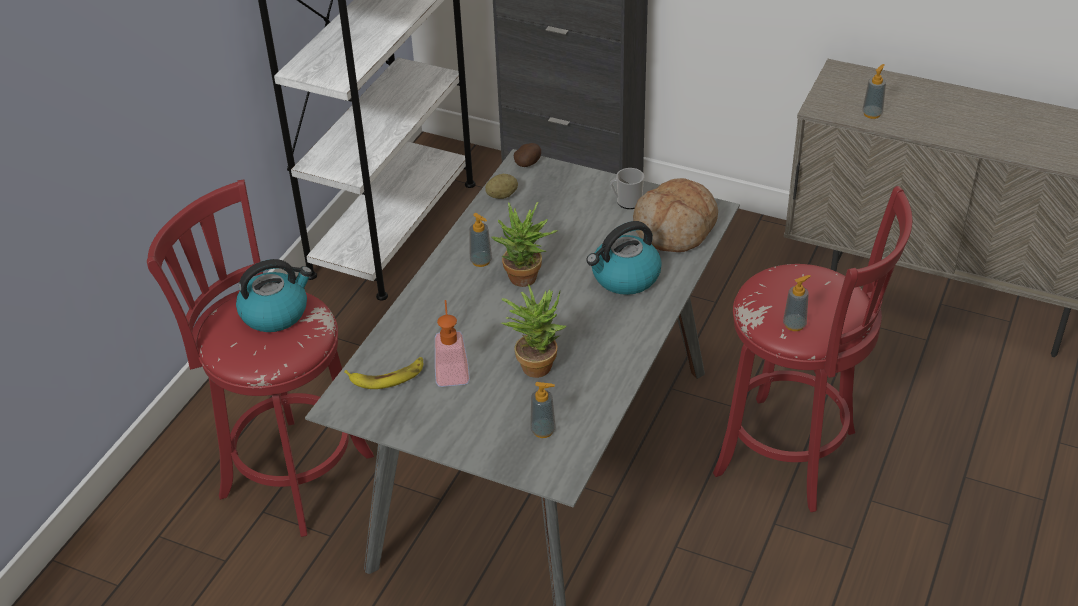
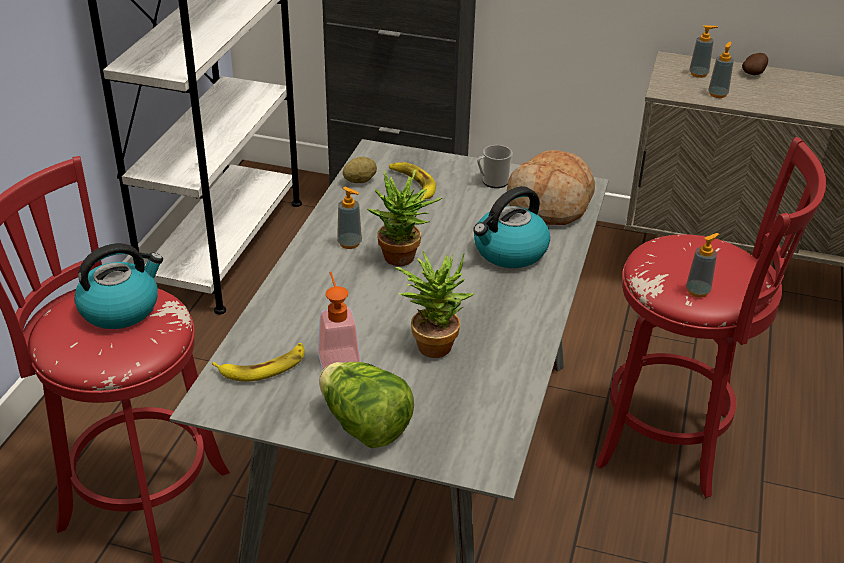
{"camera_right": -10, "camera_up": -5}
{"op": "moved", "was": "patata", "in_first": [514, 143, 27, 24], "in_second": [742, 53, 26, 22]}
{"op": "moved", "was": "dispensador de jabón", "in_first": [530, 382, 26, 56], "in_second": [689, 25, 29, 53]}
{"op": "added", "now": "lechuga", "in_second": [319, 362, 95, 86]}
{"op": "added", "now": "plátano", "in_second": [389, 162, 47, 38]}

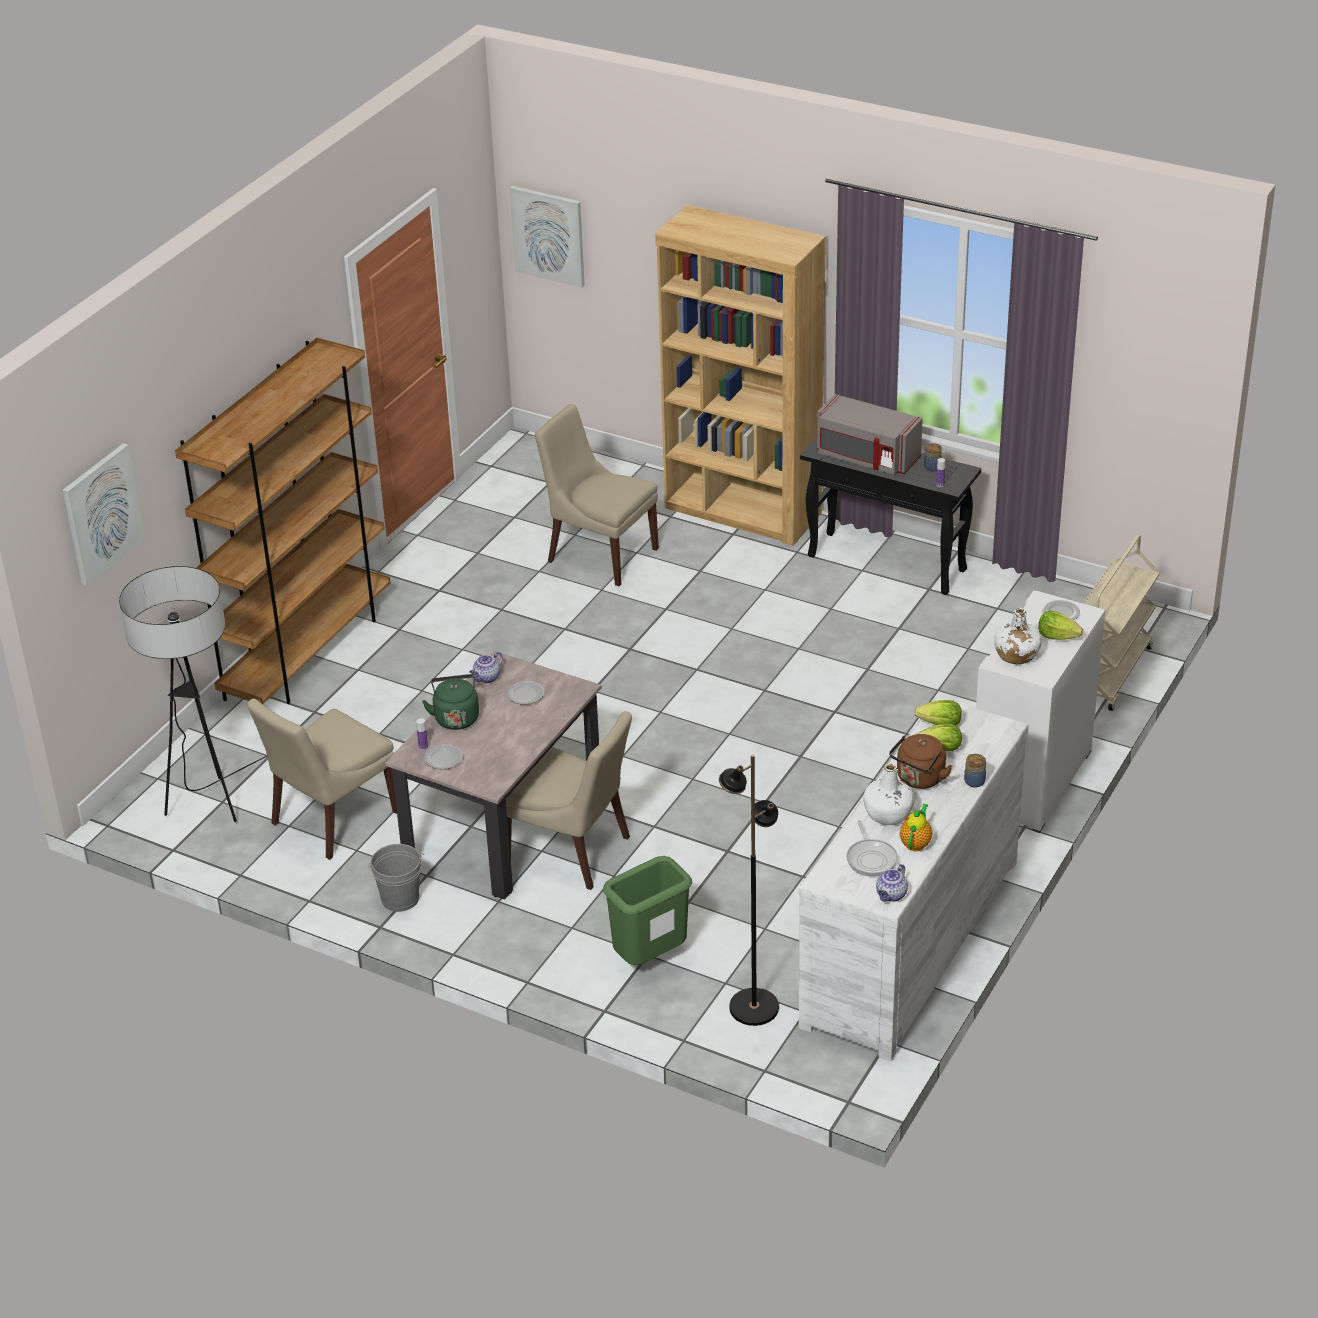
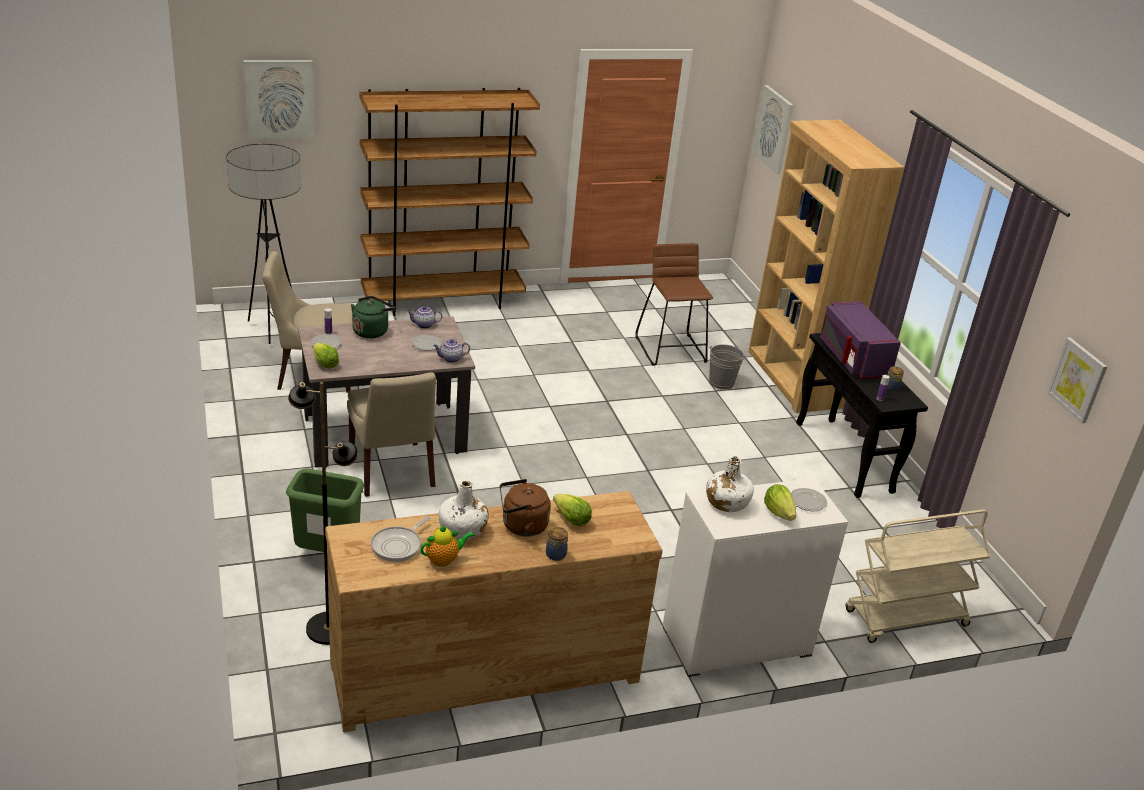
{"camera_right": 40, "camera_up": -5}
{"op": "moved", "was": "cubo [gris]", "in_first": [368, 844, 56, 68], "in_second": [708, 344, 37, 46]}
{"op": "replaced", "was": "silla [beis]", "now": "taburete [marrón]", "in_first": [535, 404, 124, 182], "in_second": [635, 243, 78, 123]}
{"op": "recoloured", "was": "cómoda [blanco]", "now": "cómoda [marrón]", "in_first": [799, 697, 230, 364], "in_second": [325, 491, 338, 241]}
{"op": "recoloured", "was": "microondas [gris]", "now": "microondas [morado]", "in_first": [817, 394, 106, 81], "in_second": [820, 301, 81, 78]}
{"op": "moved", "was": "tetera", "in_first": [876, 864, 32, 38], "in_second": [434, 339, 36, 24]}
{"op": "moved", "was": "lechuga", "in_first": [914, 700, 48, 26], "in_second": [313, 343, 26, 26]}
{"op": "added", "now": "cuadro", "in_second": [1047, 337, 60, 86]}

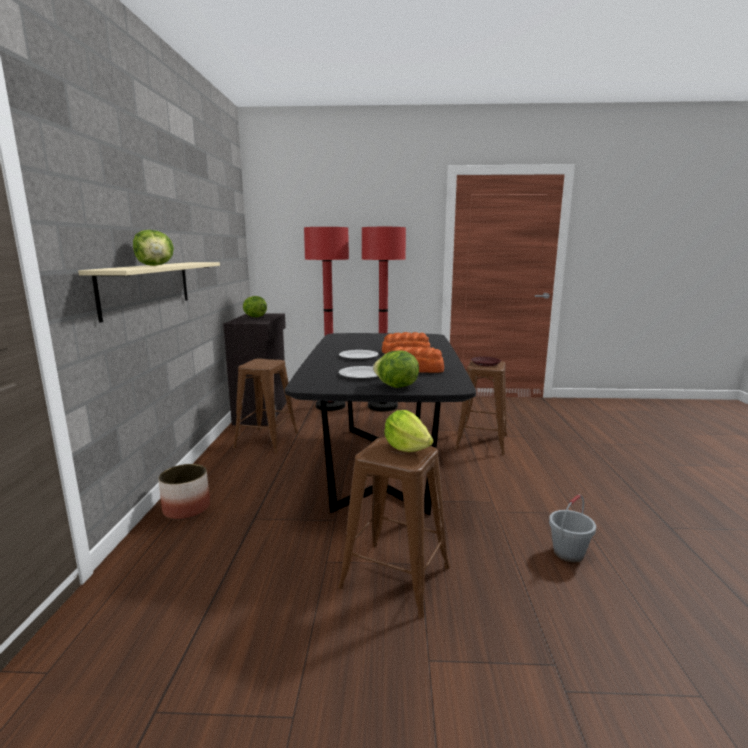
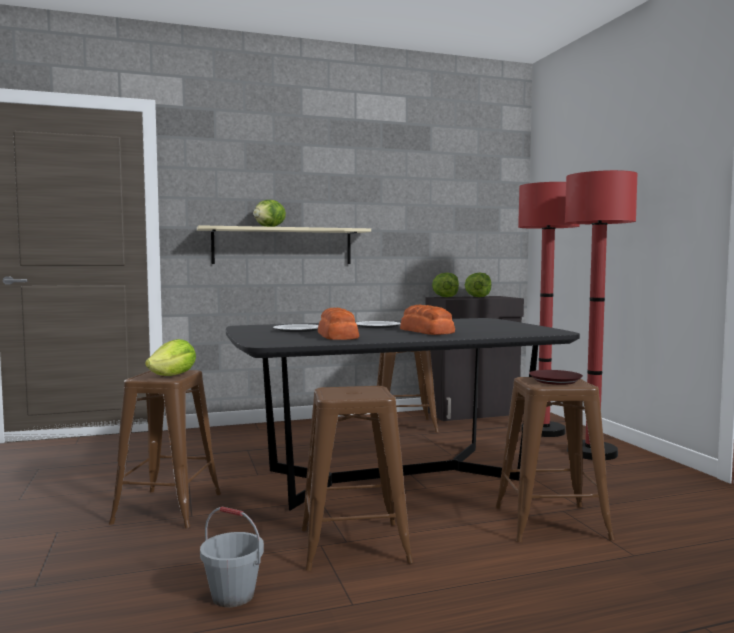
{"camera_right": 70, "camera_up": -10}
{"op": "removed", "was": "maceta", "in_first": [158, 464, 52, 56]}
{"op": "moved", "was": "lechuga", "in_first": [373, 350, 46, 38], "in_second": [432, 273, 27, 24]}
{"op": "added", "now": "taburete [marrón]", "in_second": [301, 386, 112, 185]}

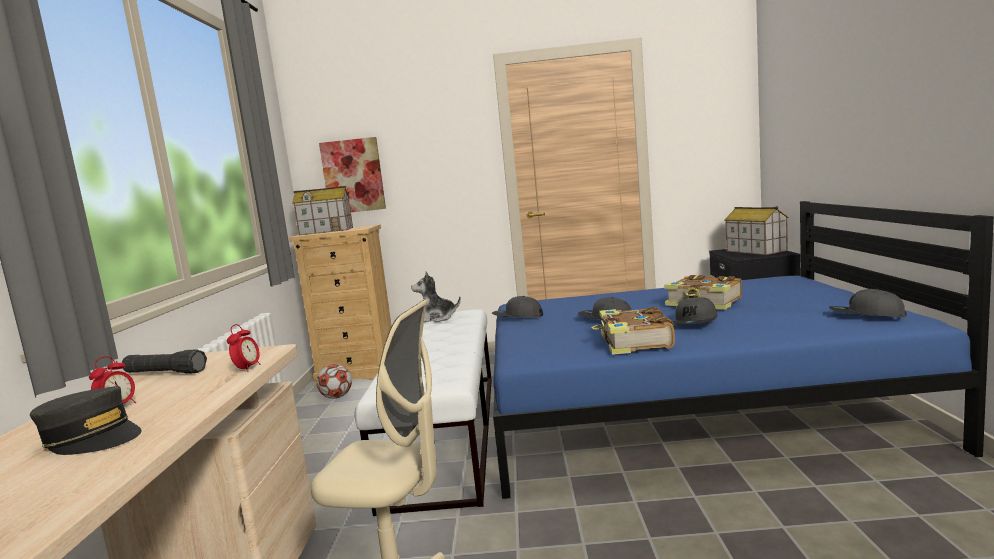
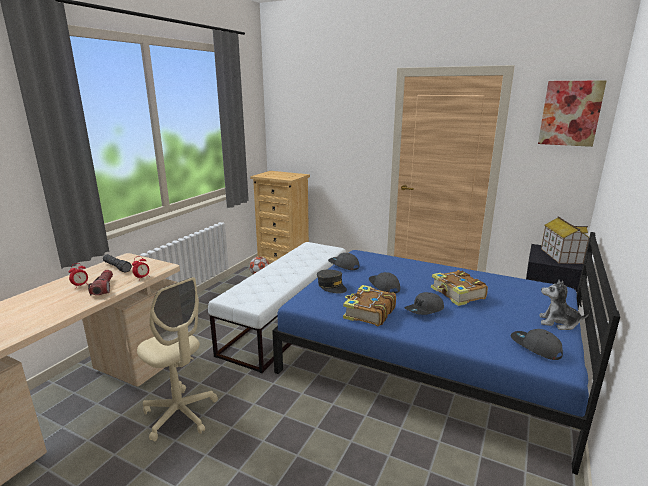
{"camera_right": 25, "camera_up": 10}
{"op": "moved", "was": "gorra [gris]", "in_first": [30, 386, 111, 69], "in_second": [317, 270, 30, 24]}
{"op": "removed", "was": "casita", "in_first": [292, 186, 61, 49]}
{"op": "moved", "was": "cuadro", "in_first": [319, 137, 67, 75], "in_second": [538, 80, 69, 67]}
{"op": "moved", "was": "peluche", "in_first": [411, 272, 50, 50], "in_second": [540, 280, 50, 50]}
{"op": "added", "now": "linterna", "in_second": [88, 270, 25, 25]}

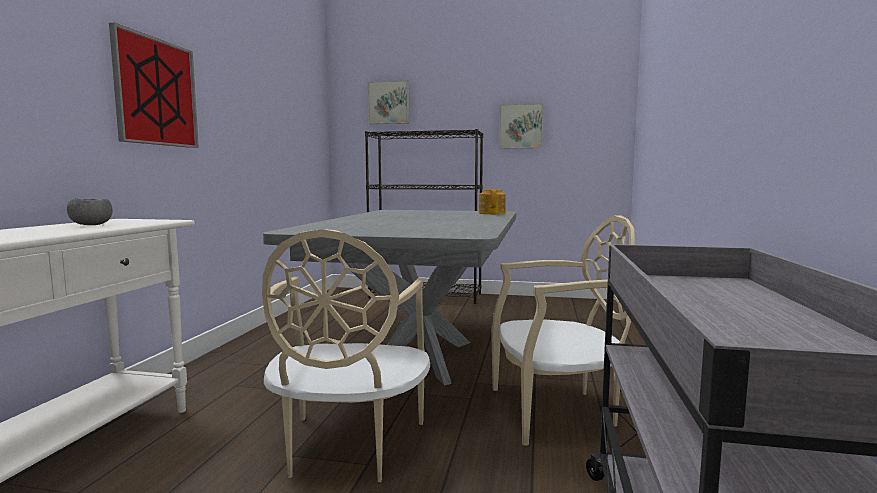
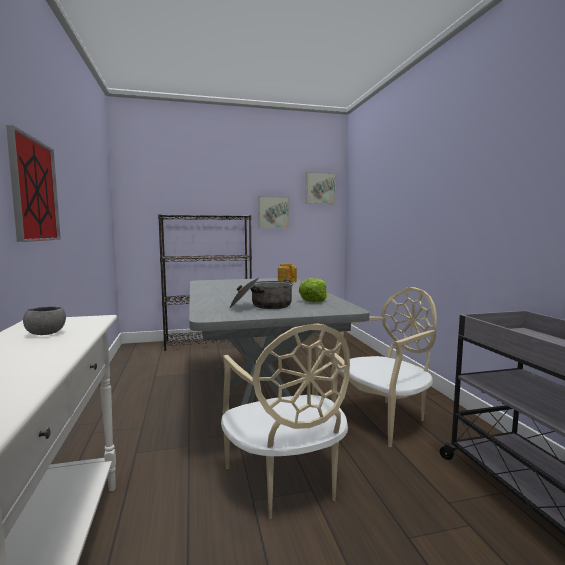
{"camera_right": -25, "camera_up": 0}
{"op": "moved", "was": "cuadro", "in_first": [368, 80, 41, 44], "in_second": [305, 172, 31, 32]}
{"op": "added", "now": "olla", "in_second": [229, 278, 64, 31]}
{"op": "added", "now": "lechuga", "in_second": [299, 278, 28, 24]}

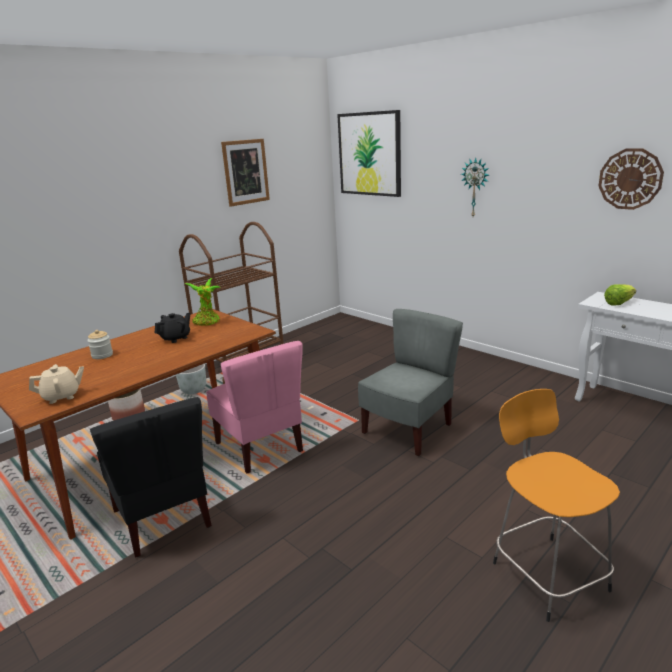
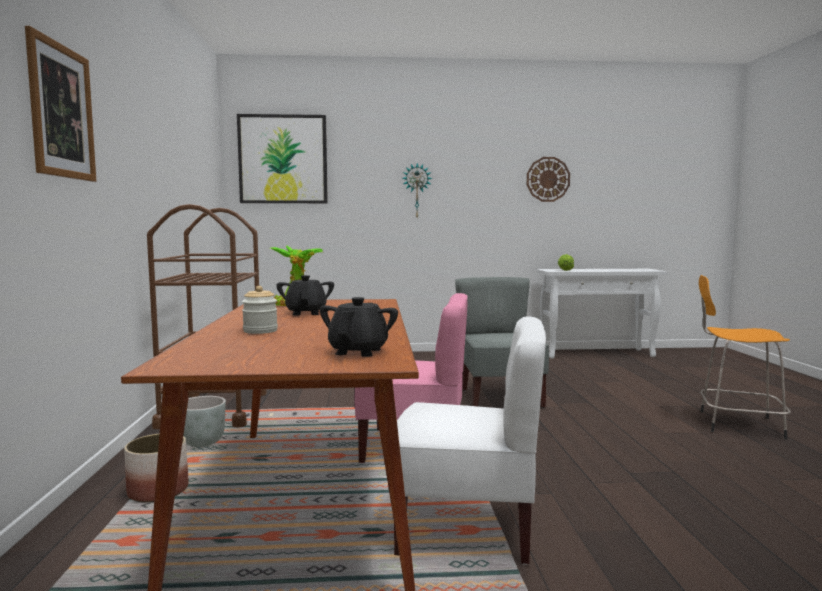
{"camera_right": -50, "camera_up": -15}
{"op": "recoloured", "was": "tetera [beis]", "now": "tetera [negro]", "in_first": [29, 364, 55, 40], "in_second": [320, 297, 78, 60]}
{"op": "recoloured", "was": "silla [negro]", "now": "silla [blanco]", "in_first": [90, 397, 122, 161], "in_second": [394, 317, 152, 248]}
{"op": "moved", "was": "cuadro", "in_first": [221, 139, 49, 68], "in_second": [25, 26, 71, 156]}

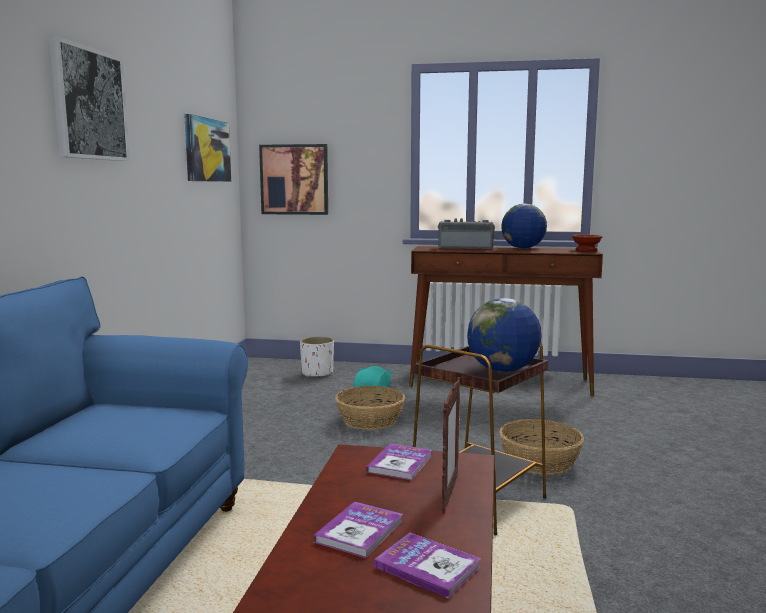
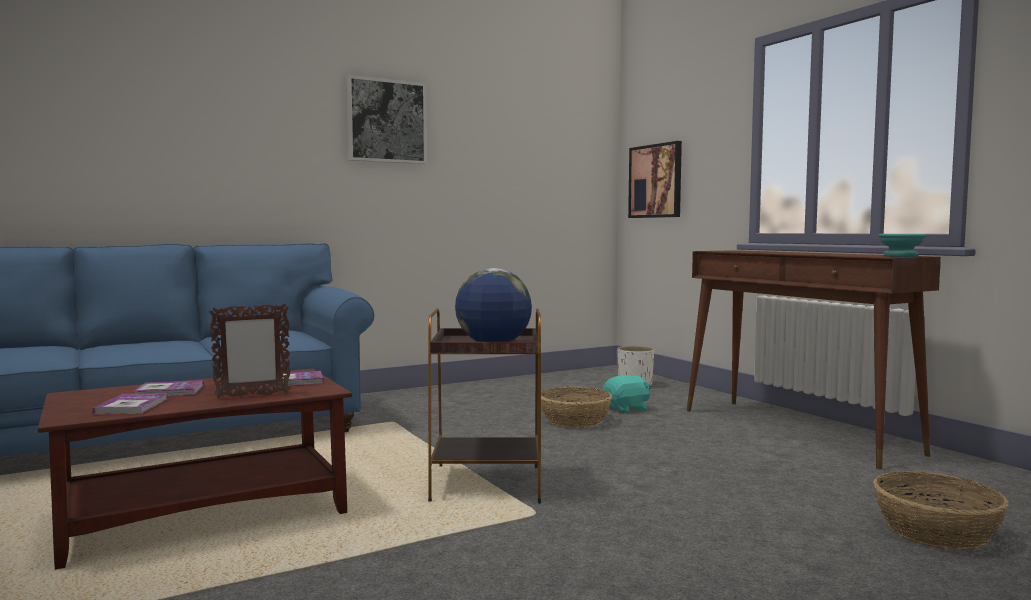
{"camera_right": 50, "camera_up": -5}
{"op": "removed", "was": "cuadro", "in_first": [184, 114, 47, 68]}
{"op": "removed", "was": "radio", "in_first": [438, 218, 57, 32]}
{"op": "moved", "was": "cesta", "in_first": [499, 419, 85, 56], "in_second": [873, 471, 136, 79]}
{"op": "removed", "was": "globo terráqueo", "in_first": [501, 204, 46, 45]}
{"op": "recoloured", "was": "cuenco [marrón]", "now": "cuenco [turquesa]", "in_first": [572, 235, 30, 17], "in_second": [878, 234, 48, 23]}

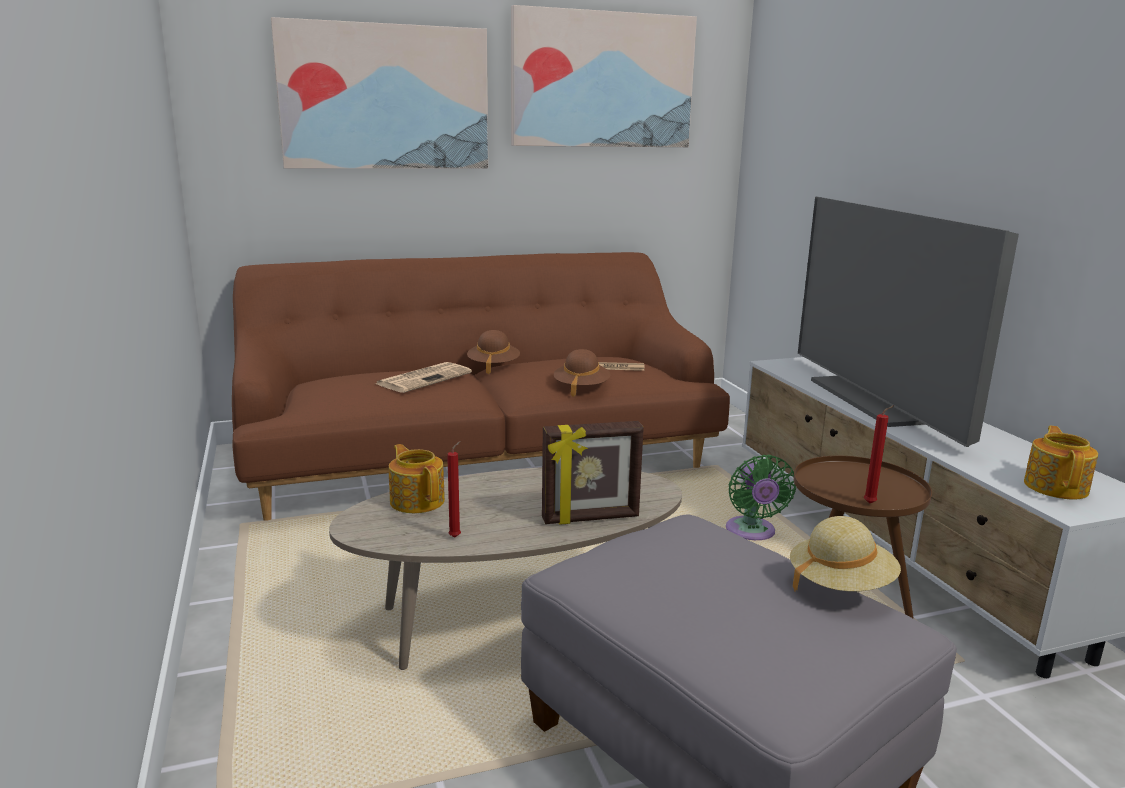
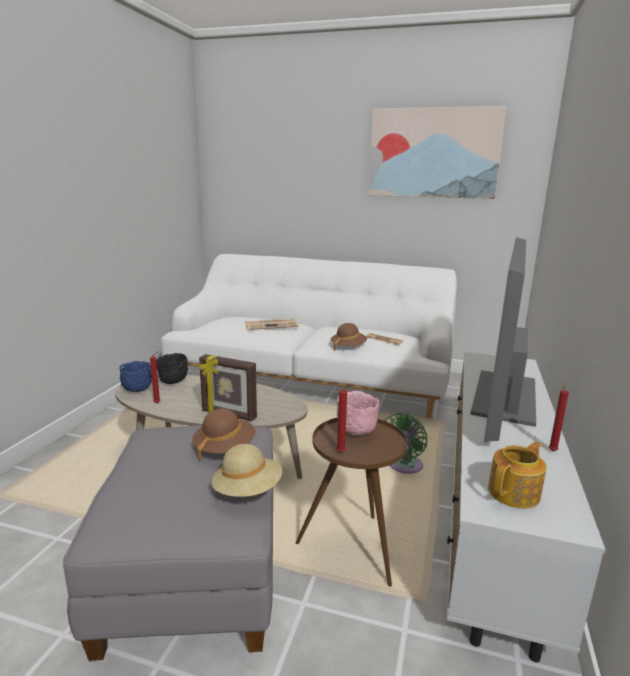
{"camera_right": 35, "camera_up": 0}
{"op": "recoloured", "was": "sofá [marrón]", "now": "sofá [blanco]", "in_first": [232, 252, 498, 269], "in_second": [161, 254, 296, 164]}
{"op": "removed", "was": "cuadro", "in_first": [271, 17, 217, 152]}
{"op": "replaced", "was": "tetera", "now": "cuenco [negro]", "in_first": [389, 444, 56, 69], "in_second": [156, 353, 32, 31]}
{"op": "moved", "was": "sombrero [marrón]", "in_first": [467, 330, 53, 44], "in_second": [192, 408, 64, 53]}
{"op": "added", "now": "cuenco [azul]", "in_second": [119, 361, 33, 31]}
{"op": "added", "now": "cuenco [rosa]", "in_second": [337, 391, 42, 44]}
{"op": "added", "now": "vela [rojo]", "in_second": [549, 382, 20, 69]}

